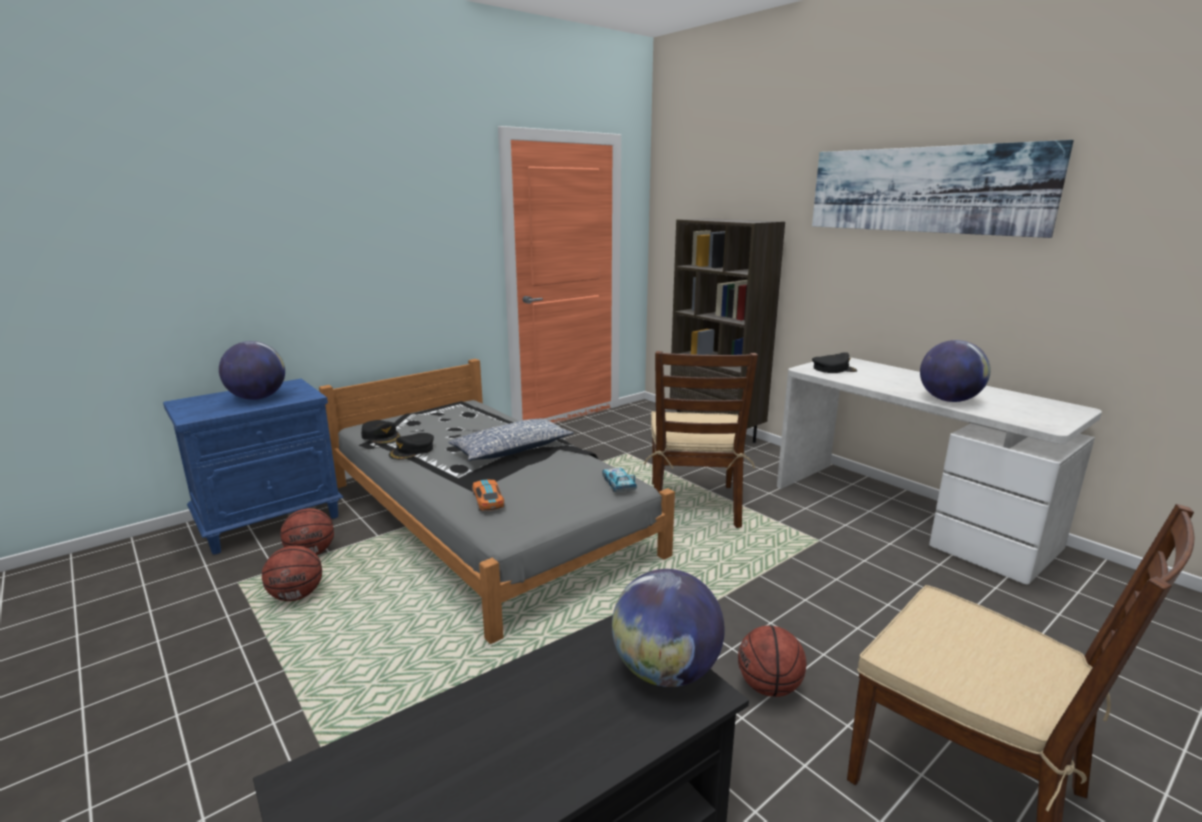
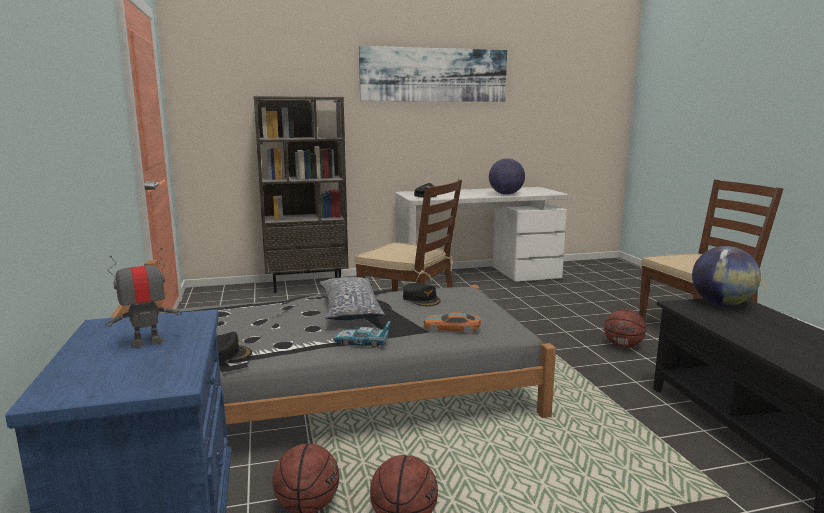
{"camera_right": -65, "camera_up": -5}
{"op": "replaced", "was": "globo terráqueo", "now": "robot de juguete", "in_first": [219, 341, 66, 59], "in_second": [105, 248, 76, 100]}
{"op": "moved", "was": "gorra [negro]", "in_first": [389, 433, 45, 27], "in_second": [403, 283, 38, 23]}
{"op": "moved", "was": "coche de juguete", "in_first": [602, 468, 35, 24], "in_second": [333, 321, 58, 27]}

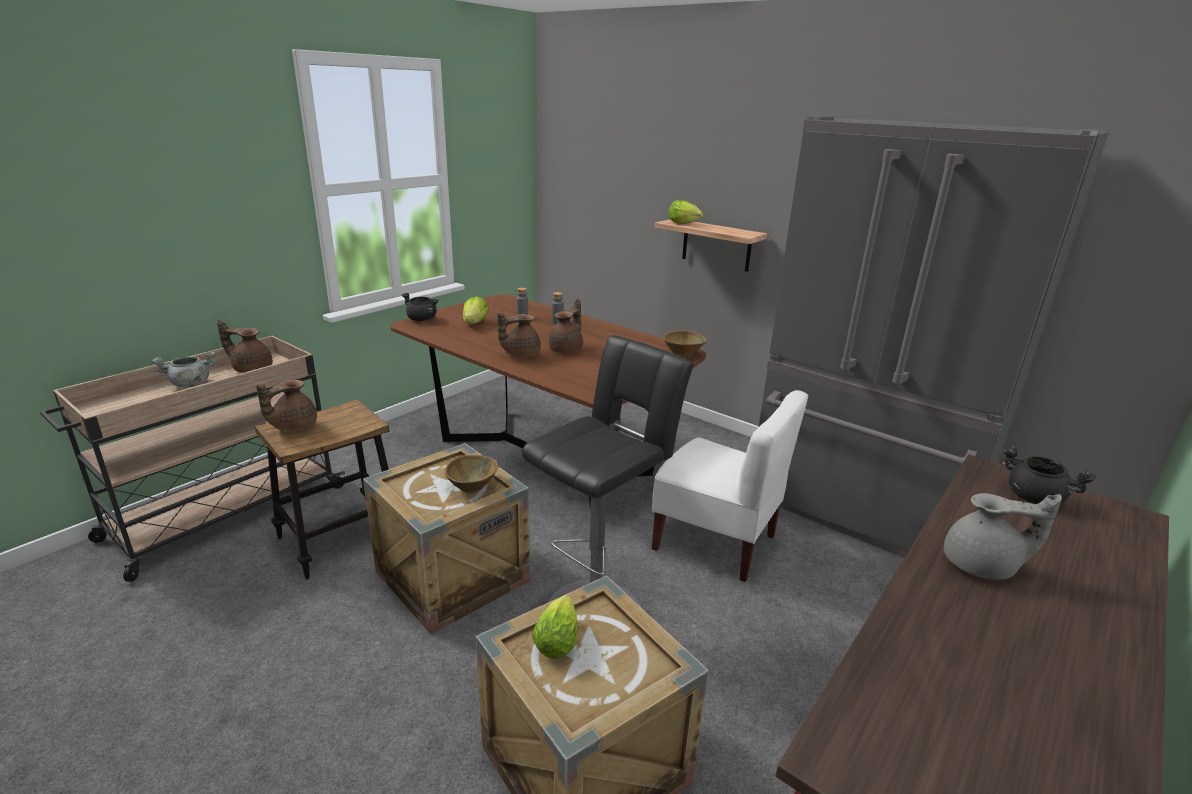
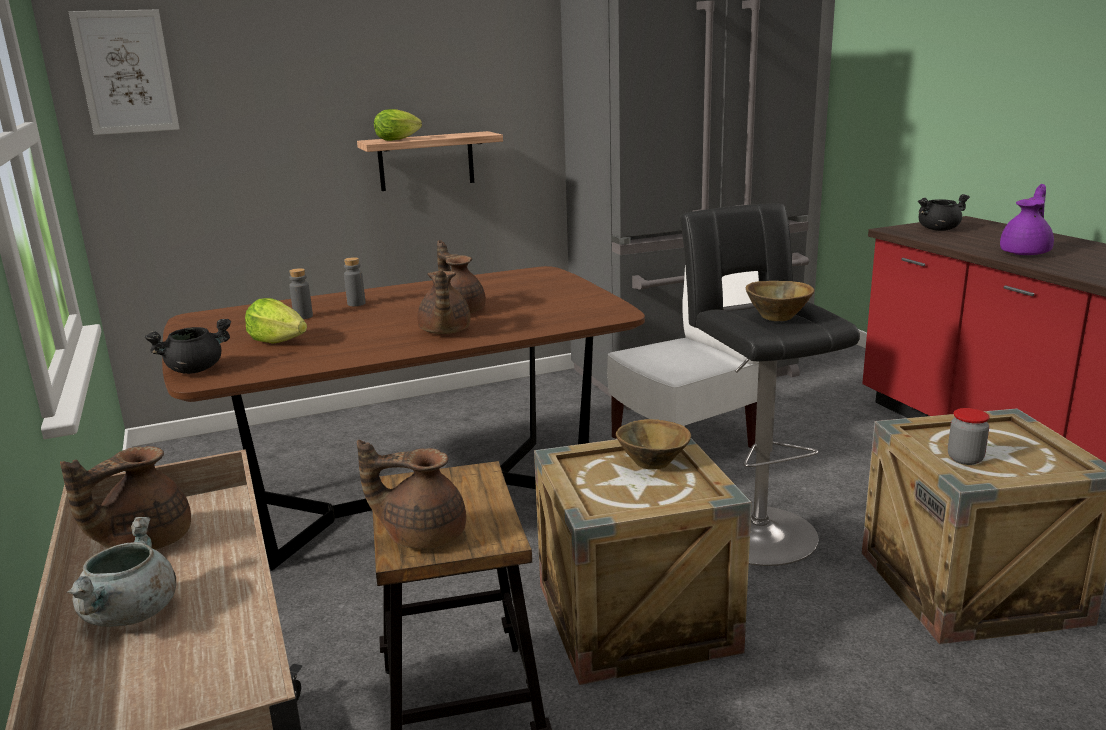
{"camera_right": -60, "camera_up": -5}
{"op": "turned", "was": "tetera [marrón]", "in_first": [256, 380, 61, 52], "in_second": [357, 440, 109, 109], "clockwise": 120}
{"op": "replaced", "was": "lechuga", "now": "tarro", "in_first": [532, 595, 46, 63], "in_second": [948, 408, 41, 57]}
{"op": "moved", "was": "cuenco [marrón]", "in_first": [663, 330, 44, 27], "in_second": [746, 281, 69, 40]}
{"op": "recoloured", "was": "tetera [gris]", "now": "tetera [morado]", "in_first": [944, 493, 118, 87], "in_second": [1000, 184, 54, 71]}
{"op": "added", "now": "cuadro", "in_second": [68, 9, 112, 126]}

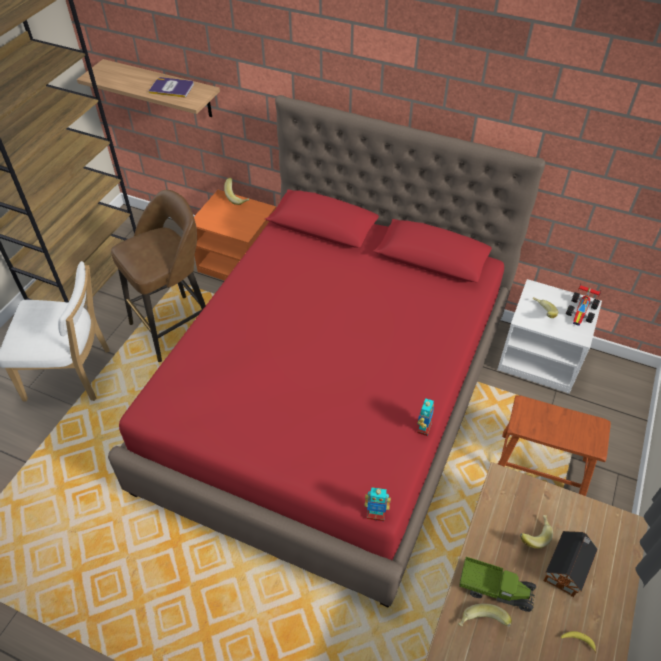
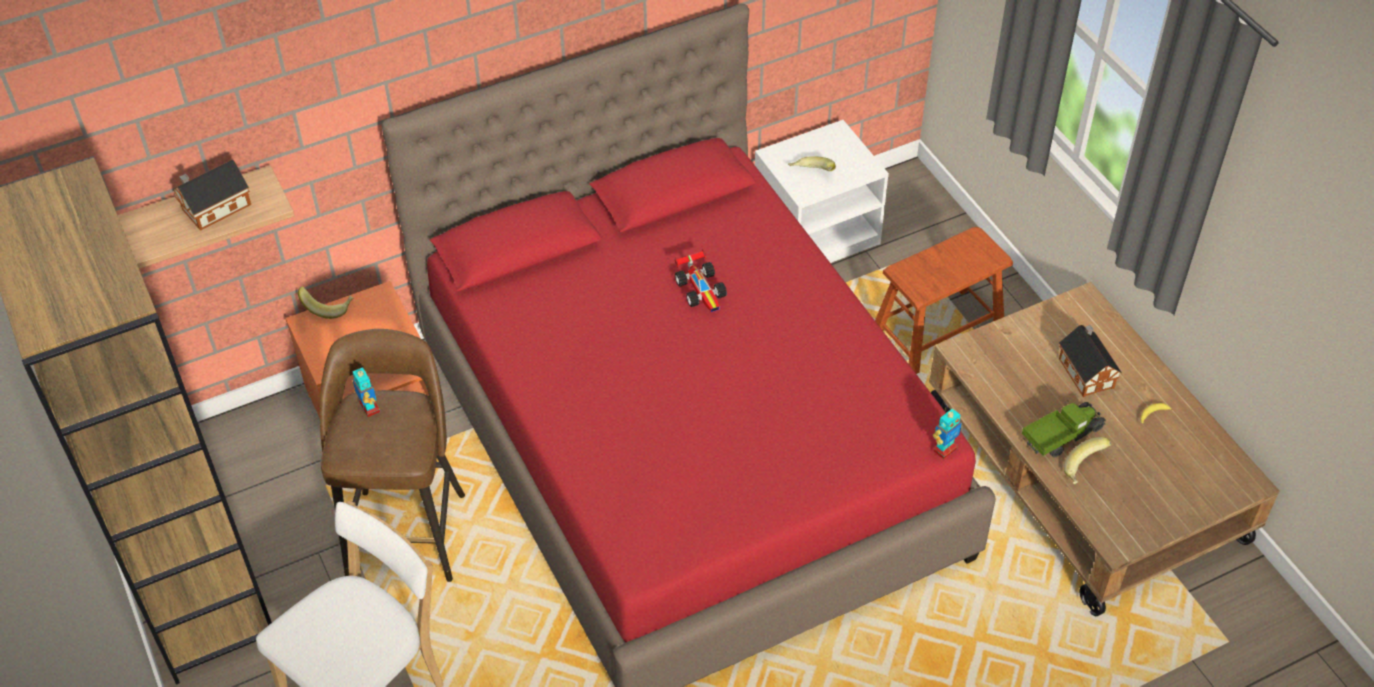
{"camera_right": -50, "camera_up": 0}
{"op": "replaced", "was": "libro", "now": "casita", "in_first": [148, 77, 46, 21], "in_second": [172, 160, 79, 71]}
{"op": "moved", "was": "robot de juguete", "in_first": [417, 398, 17, 38], "in_second": [352, 367, 29, 50]}
{"op": "removed", "was": "plátano", "in_first": [520, 515, 33, 34]}
{"op": "moved", "was": "coche de juguete", "in_first": [566, 284, 35, 42], "in_second": [675, 249, 52, 63]}

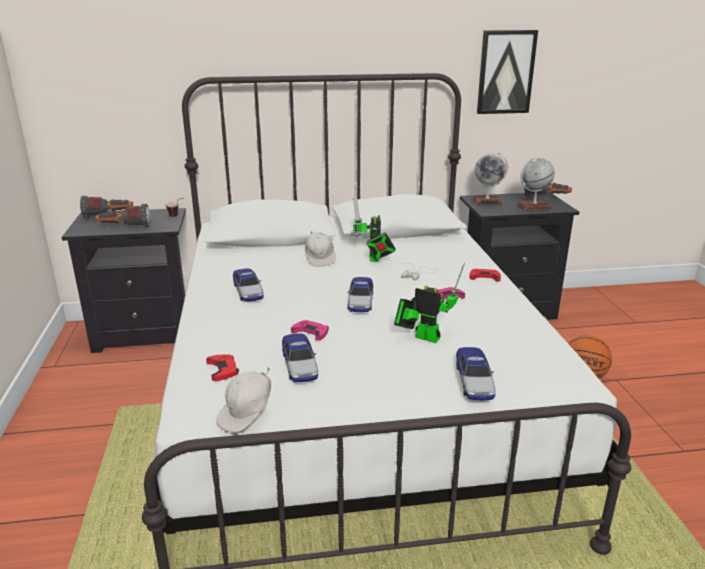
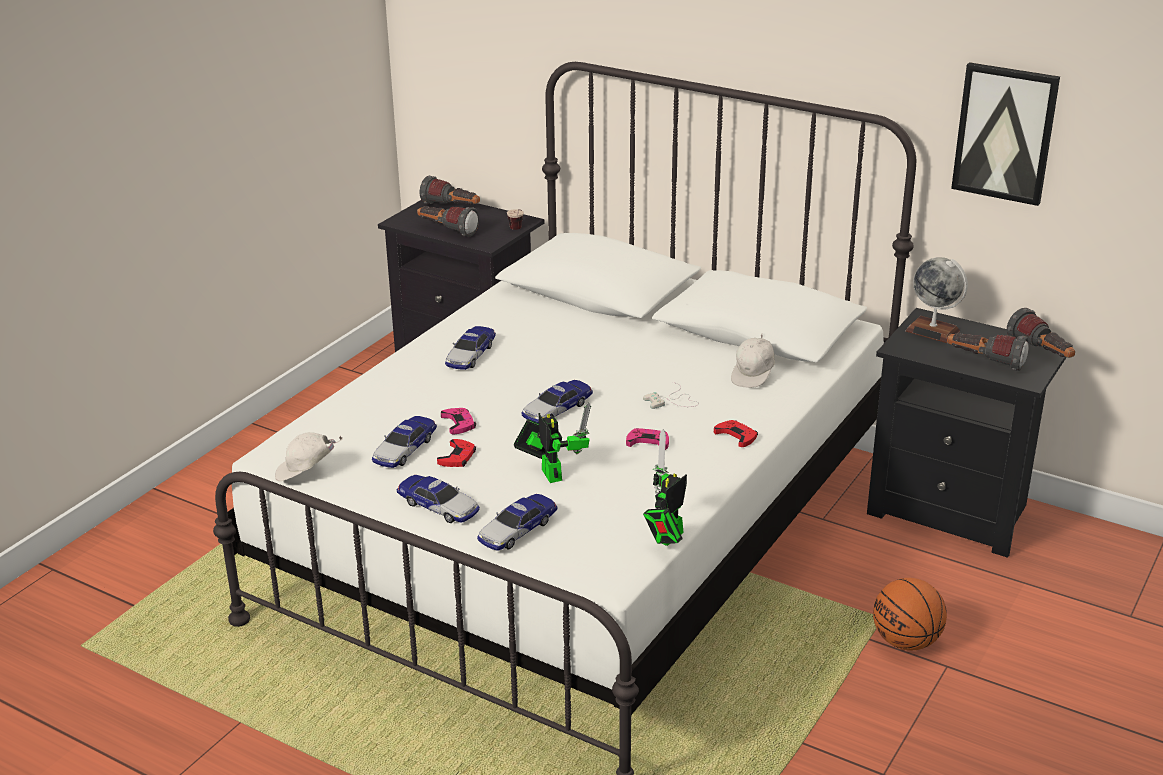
{"camera_right": 40, "camera_up": 5}
{"op": "moved", "was": "mando de consola [rojo]", "in_first": [206, 354, 33, 27], "in_second": [437, 439, 39, 28]}
{"op": "moved", "was": "gorra [blanco]", "in_first": [305, 231, 31, 36], "in_second": [731, 335, 44, 53]}
{"op": "moved", "was": "robot de juguete", "in_first": [353, 196, 43, 66], "in_second": [643, 429, 44, 117]}
{"op": "replaced", "was": "globo terráqueo", "now": "linterna", "in_first": [517, 157, 38, 54], "in_second": [947, 333, 82, 38]}
{"op": "added", "now": "coche de juguete", "in_second": [397, 475, 83, 48]}

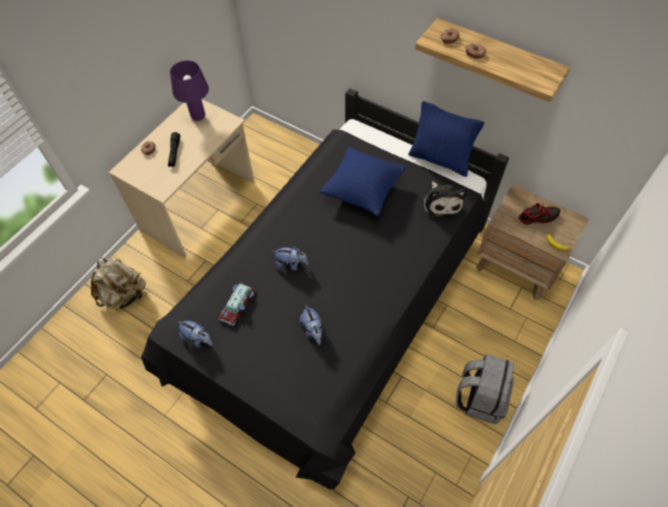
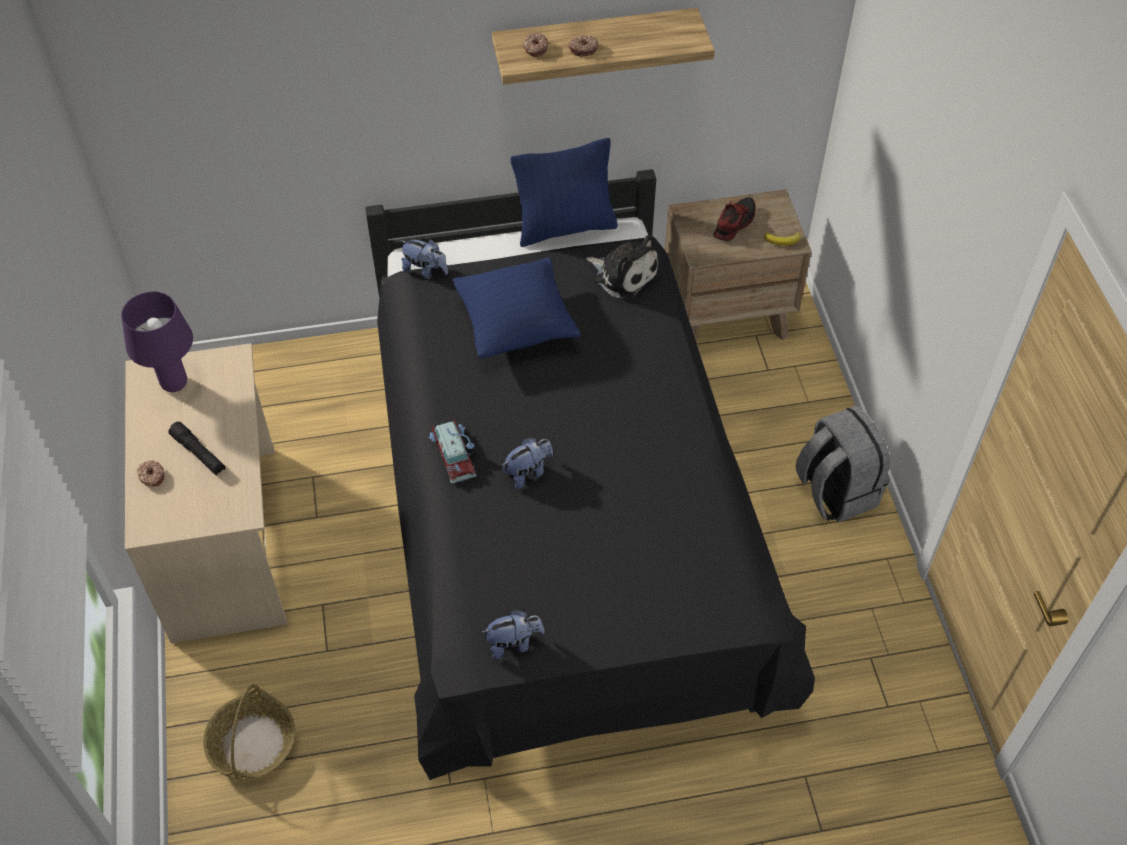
{"camera_right": -45, "camera_up": -5}
{"op": "replaced", "was": "mochila [beis]", "now": "cesta", "in_first": [91, 257, 55, 52], "in_second": [203, 684, 92, 96]}
{"op": "moved", "was": "coche de juguete", "in_first": [219, 282, 36, 44], "in_second": [429, 419, 48, 65]}
{"op": "moved", "was": "peluche", "in_first": [300, 305, 23, 40], "in_second": [400, 239, 48, 40]}

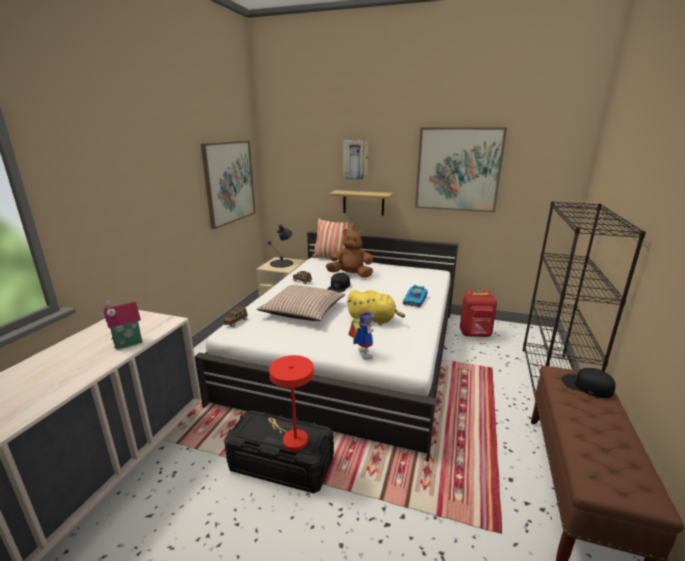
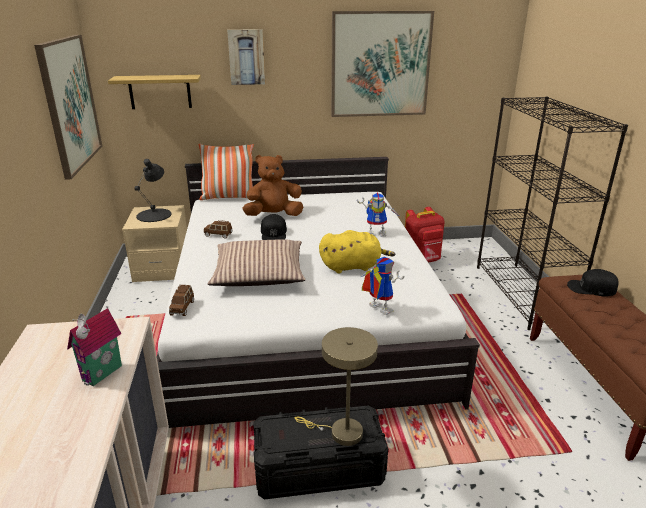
{"camera_right": -25, "camera_up": 5}
{"op": "recoloured", "was": "lámpara de mesa [rojo]", "now": "lámpara de mesa [beis]", "in_first": [268, 355, 46, 97], "in_second": [295, 327, 83, 119]}
{"op": "moved", "was": "estante", "in_first": [329, 190, 64, 26], "in_second": [108, 75, 93, 34]}
{"op": "replaced", "was": "coche de juguete", "now": "robot de juguete", "in_first": [403, 285, 25, 22], "in_second": [357, 193, 43, 44]}

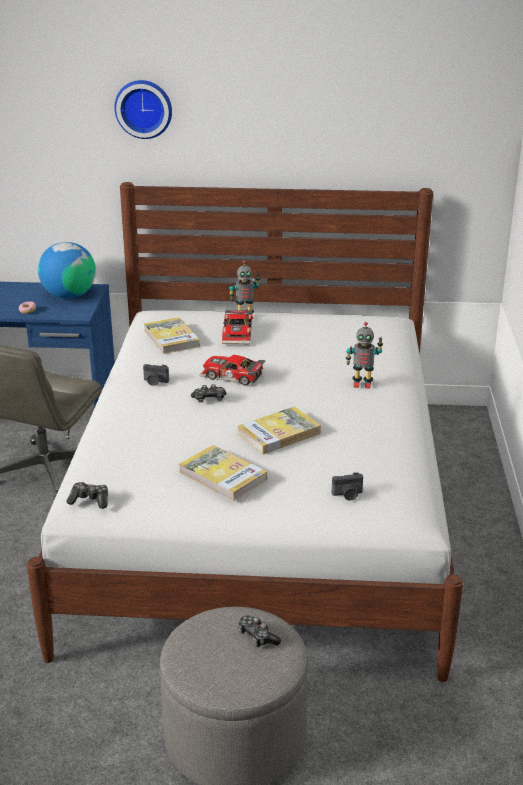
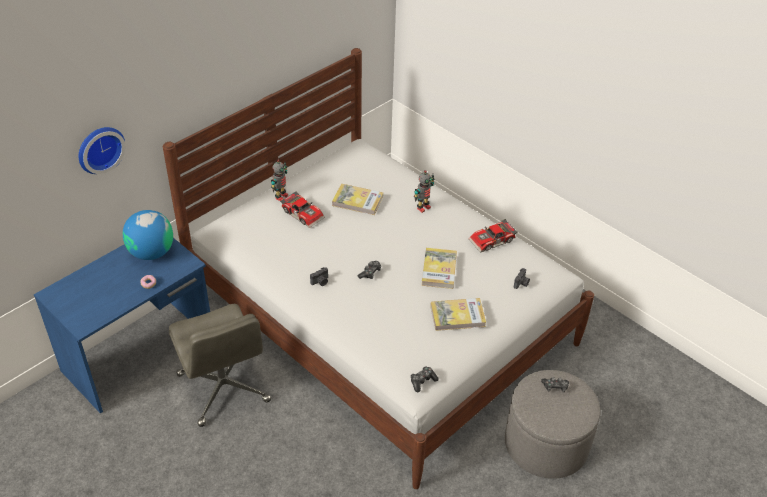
{"camera_right": -50, "camera_up": 15}
{"op": "moved", "was": "reloj de pared", "in_first": [114, 80, 58, 59], "in_second": [78, 127, 48, 47]}
{"op": "moved", "was": "libro", "in_first": [144, 317, 56, 37], "in_second": [332, 184, 51, 31]}
{"op": "moved", "was": "coche de juguete", "in_first": [200, 355, 65, 31], "in_second": [469, 219, 49, 34]}

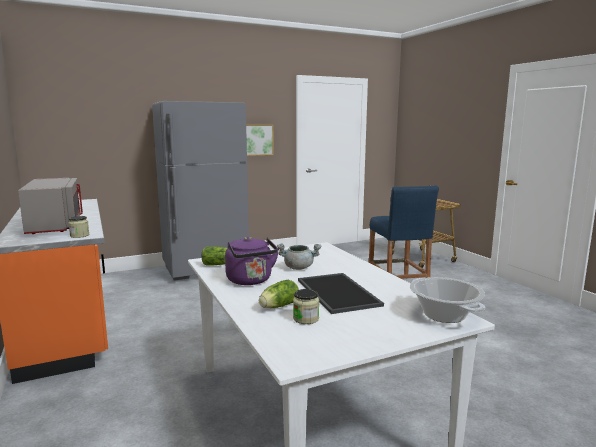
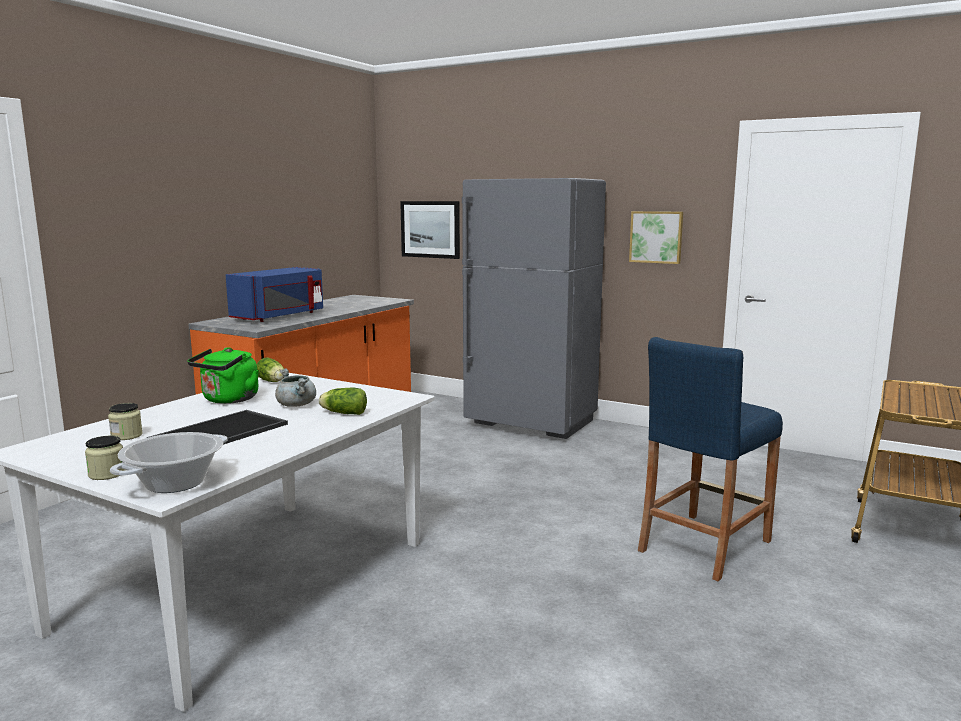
{"camera_right": 55, "camera_up": 0}
{"op": "recoloured", "was": "microondas [gris]", "now": "microondas [azul]", "in_first": [18, 178, 65, 56], "in_second": [226, 267, 97, 55]}
{"op": "moved", "was": "tarro", "in_first": [68, 216, 21, 22], "in_second": [85, 436, 40, 44]}
{"op": "recoloured", "was": "hervidor [morado]", "now": "hervidor [verde]", "in_first": [225, 237, 54, 48], "in_second": [187, 347, 72, 57]}
{"op": "moved", "was": "lechuga", "in_first": [259, 280, 40, 28], "in_second": [319, 388, 48, 27]}
{"op": "added", "now": "cuadro", "in_second": [400, 201, 60, 58]}

